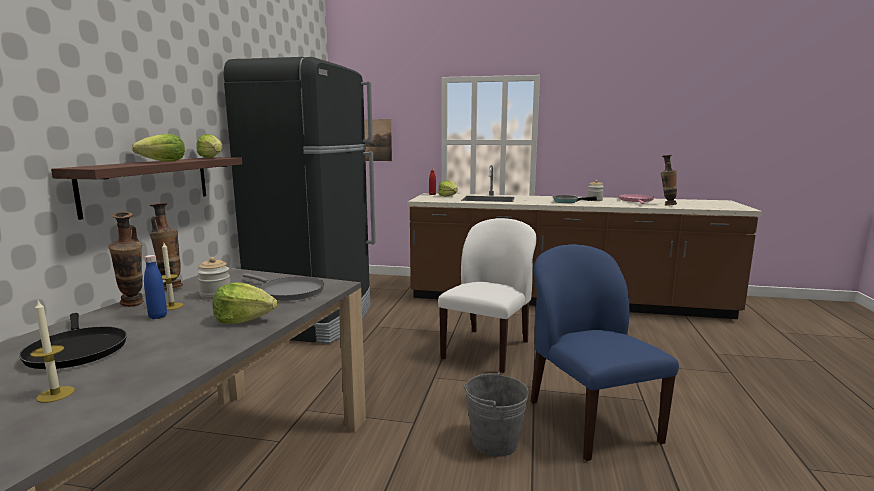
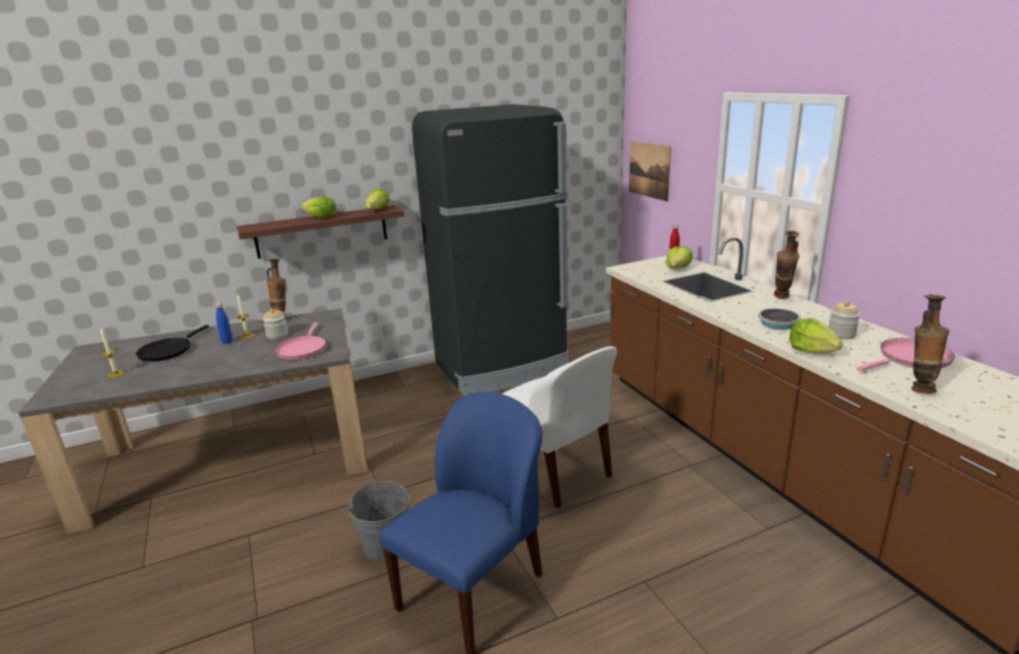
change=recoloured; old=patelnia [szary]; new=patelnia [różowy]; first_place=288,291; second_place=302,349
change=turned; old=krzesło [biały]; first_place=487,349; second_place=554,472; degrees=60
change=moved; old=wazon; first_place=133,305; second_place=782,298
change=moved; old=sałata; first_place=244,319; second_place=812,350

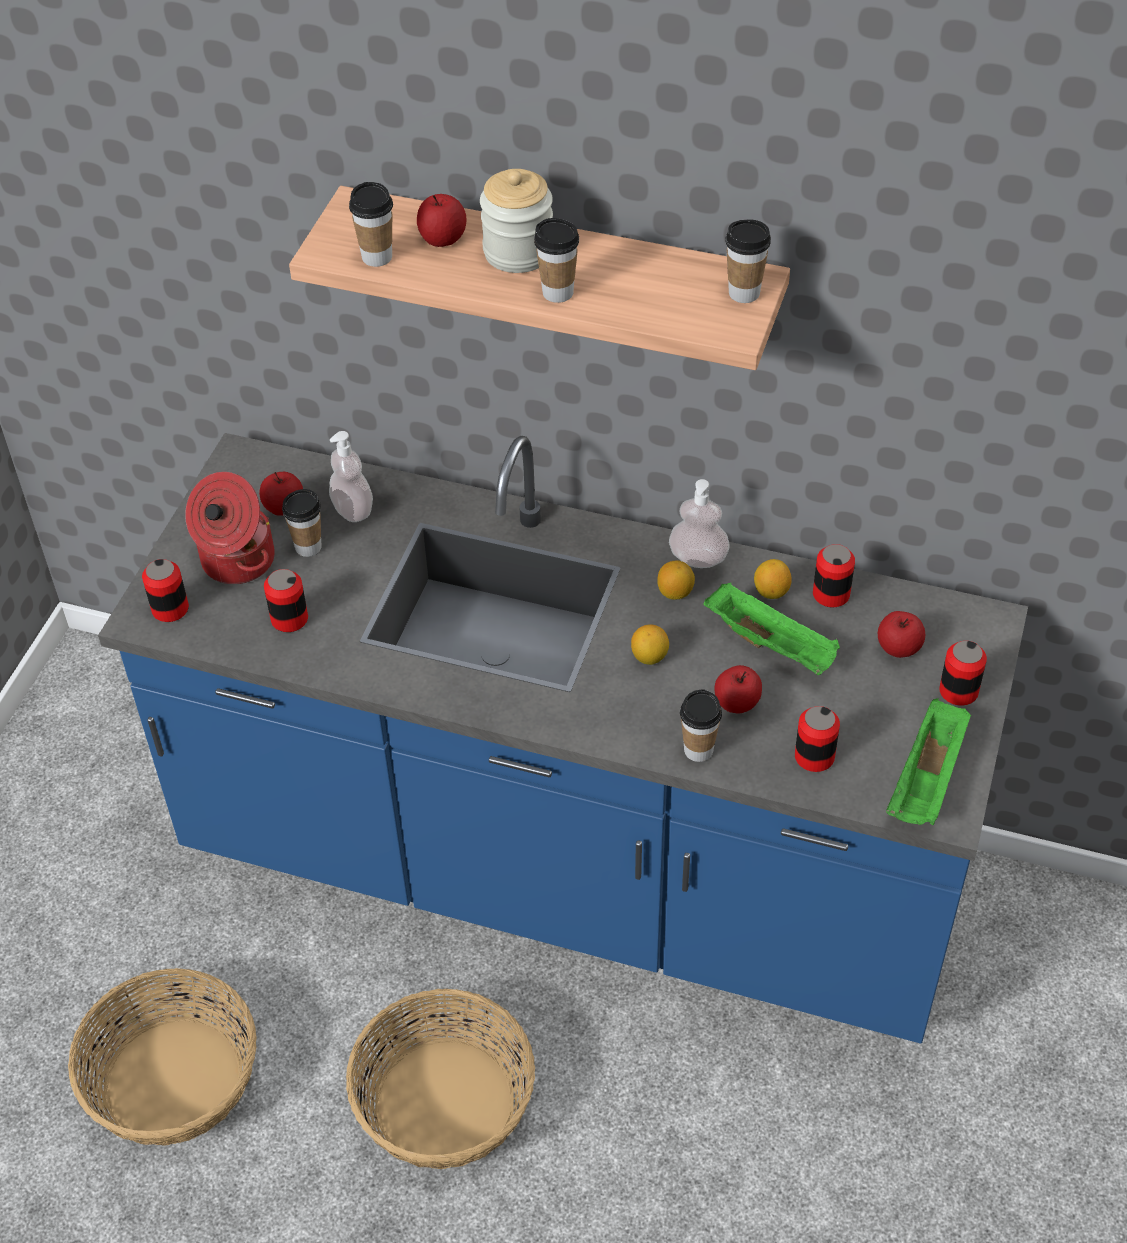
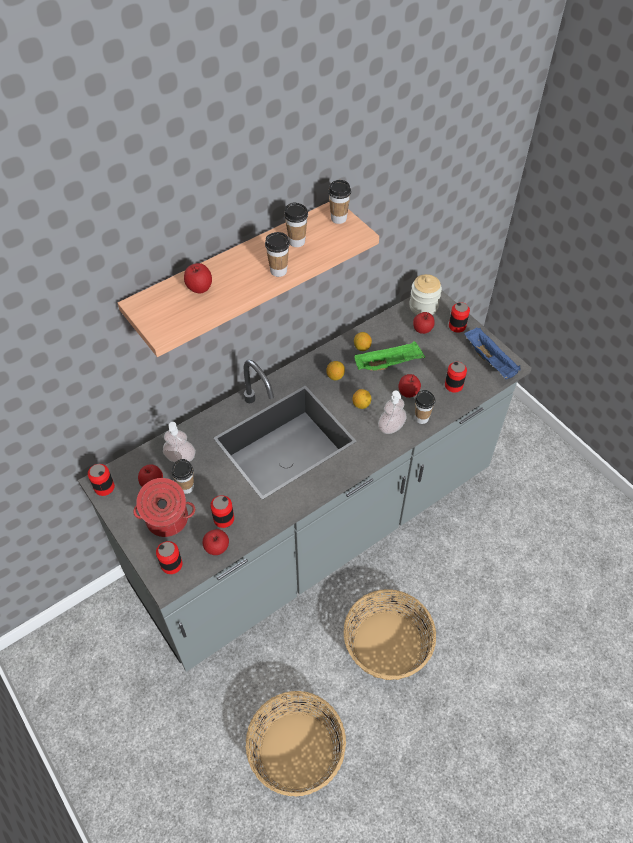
change=recoloured; old=zabudowa kuchenna [niebieski]; new=zabudowa kuchenna [szary]; first_place=570,871; second_place=316,530
change=moved; old=puszka; first_place=831,594; second_place=104,487
change=added; new=jabłko; second_place=217,547
change=moved; old=filiżanka; first_place=377,257; second_place=297,241
change=moved; old=dozownik mydła; first_place=698,558; second_place=391,427
change=moved; old=słoik; first_place=518,252; second_place=423,306
change=recoloured; old=taca [zielony]; new=taca [niebieski]; first_place=927,781; second_place=490,361

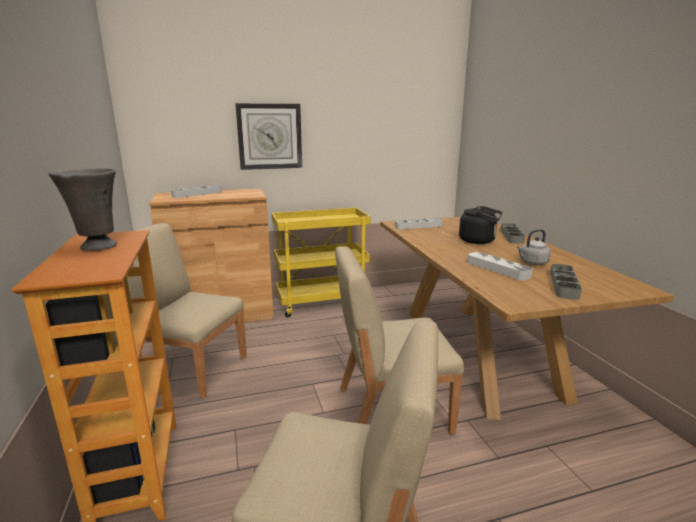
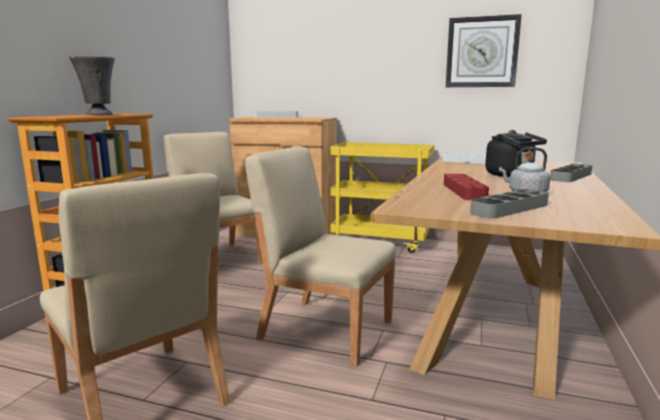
change=recoloured; old=taca [szary]; new=taca [czerwony]; first_place=497,269; second_place=464,191
change=moved; old=zegar ścienny; first_place=269,136; second_place=482,52

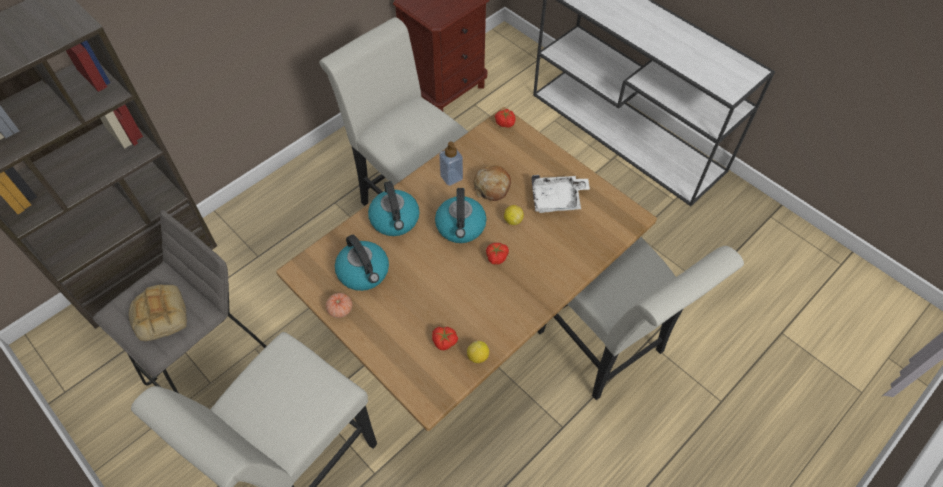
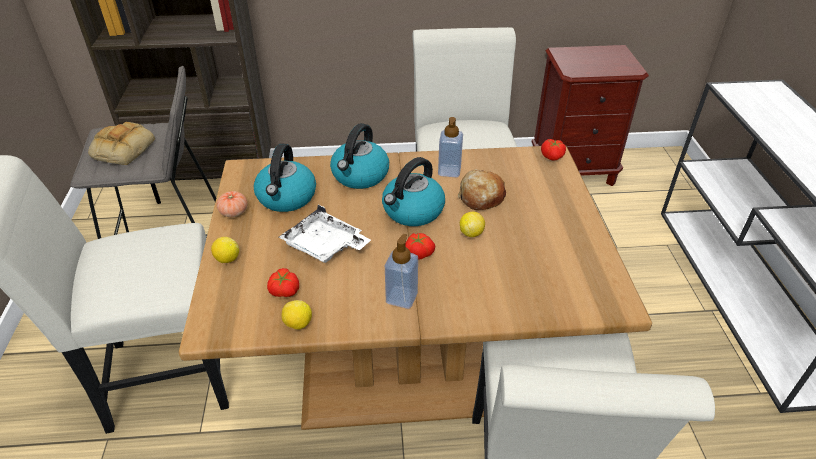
change=added; new=cytryna; second_place=227,259
change=moved; old=taca [biały]; first_place=557,199; second_place=325,246
change=added; new=dozownik mydła; second_place=401,297

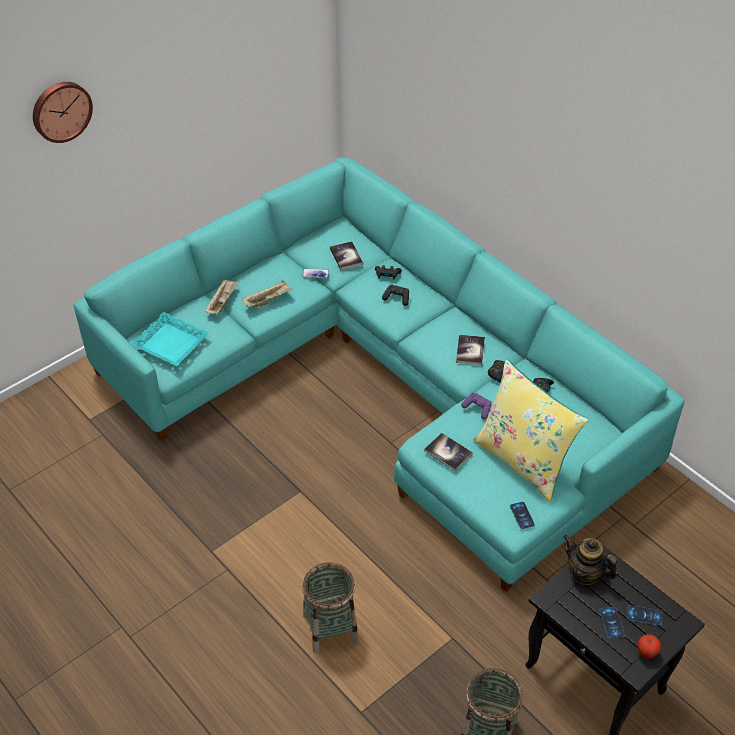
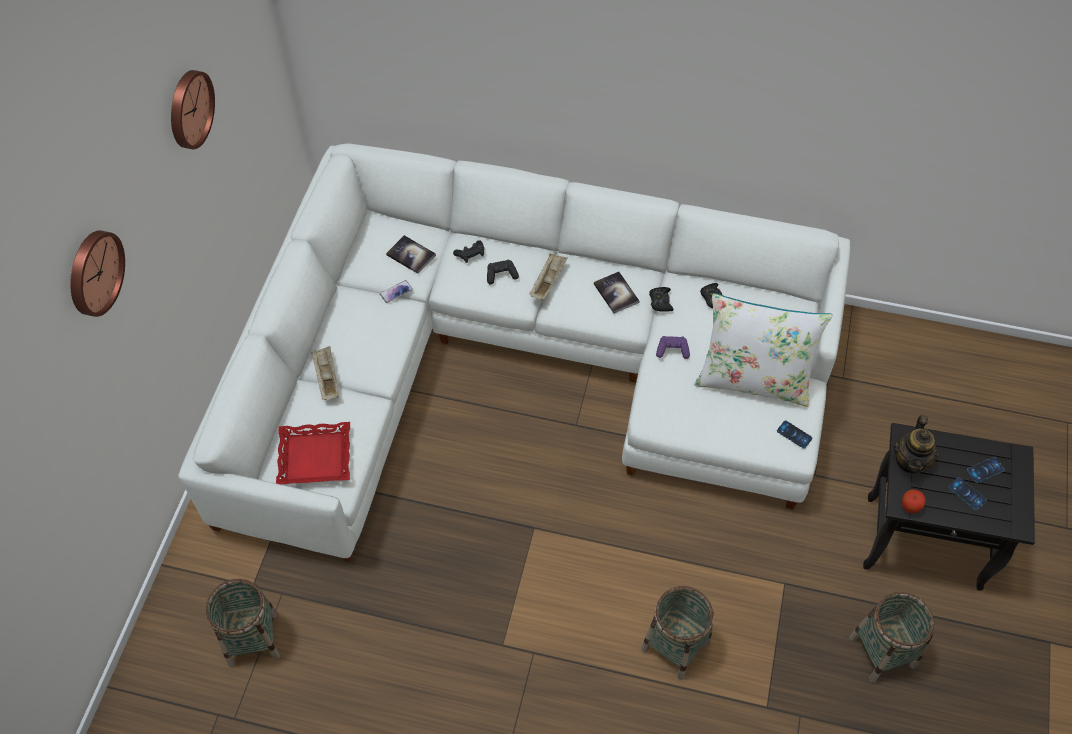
change=added; new=zegar ścienny; second_place=188,109
change=recoloured; old=kanapa [turkusowy]; new=kanapa [biały]; first_place=385,382; second_place=519,364
change=added; new=koszyk; second_place=253,639
change=recoloured; old=taca [turkusowy]; new=taca [czerwony]; first_place=170,344; second_place=314,458
change=moved; old=taca [beżowy]; first_place=268,300; second_place=548,282
change=recoloured; old=poduszka [żółty]; new=poduszka [biały]; first_place=523,461; second_place=753,379
change=turned; old=imbryk; first_place=585,573; second_place=910,461; degrees=-75
change=moved; old=jabłko; first_place=646,653; second_place=909,507
change=removed; old=książka; first_place=448,452

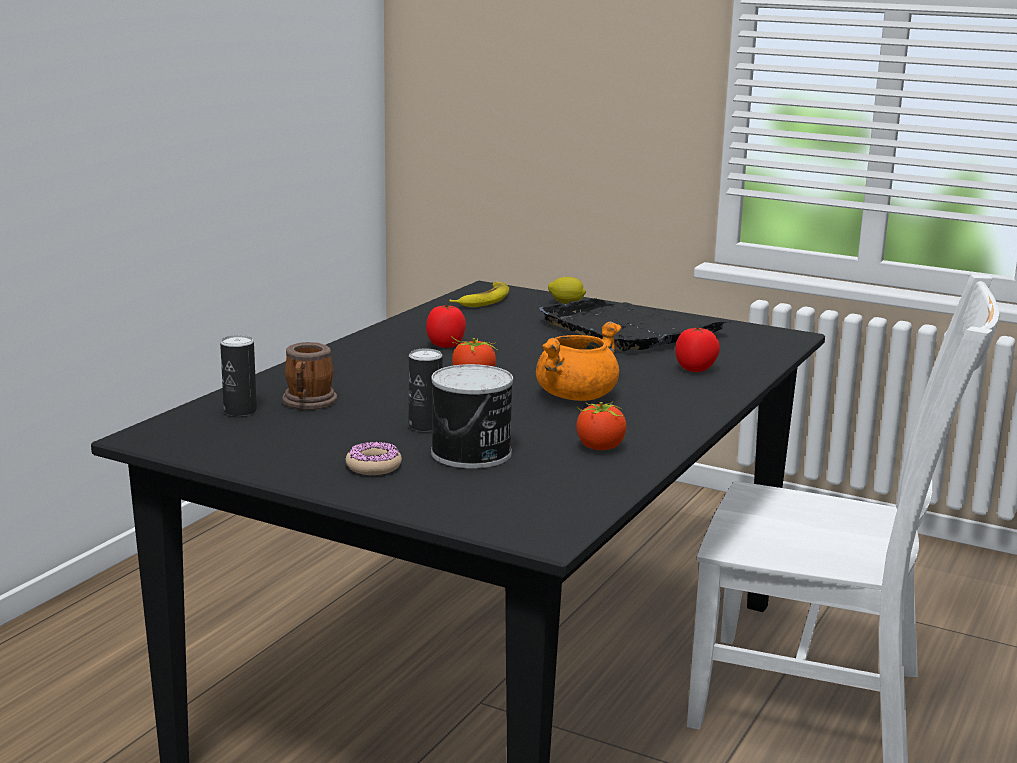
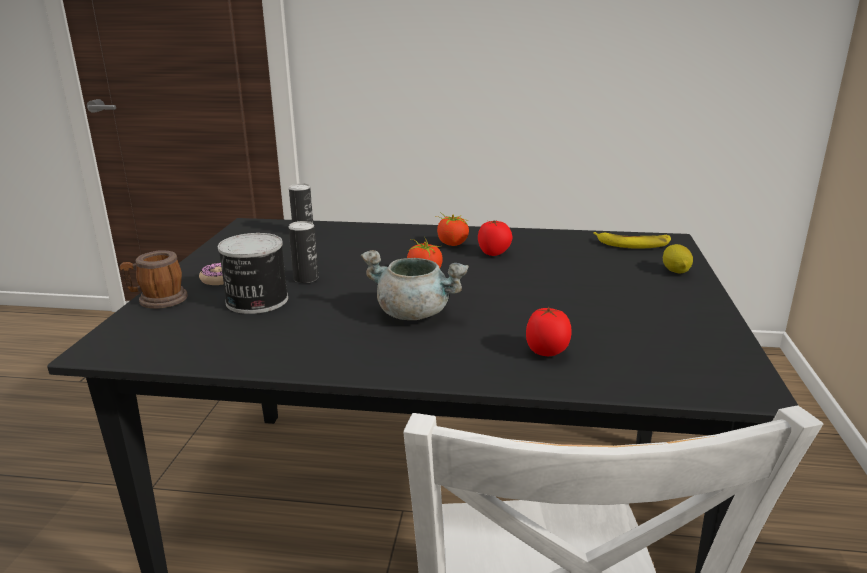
change=moved; old=kubek; first_place=308,403; second_place=157,300
change=recoloured; old=garnek [pomarańczowy]; new=garnek [szary]; first_place=576,395; second_place=415,313
change=moved; old=pomidor; first_place=600,447; second_place=452,244
change=removed; old=taca [czarny]; first_place=629,330

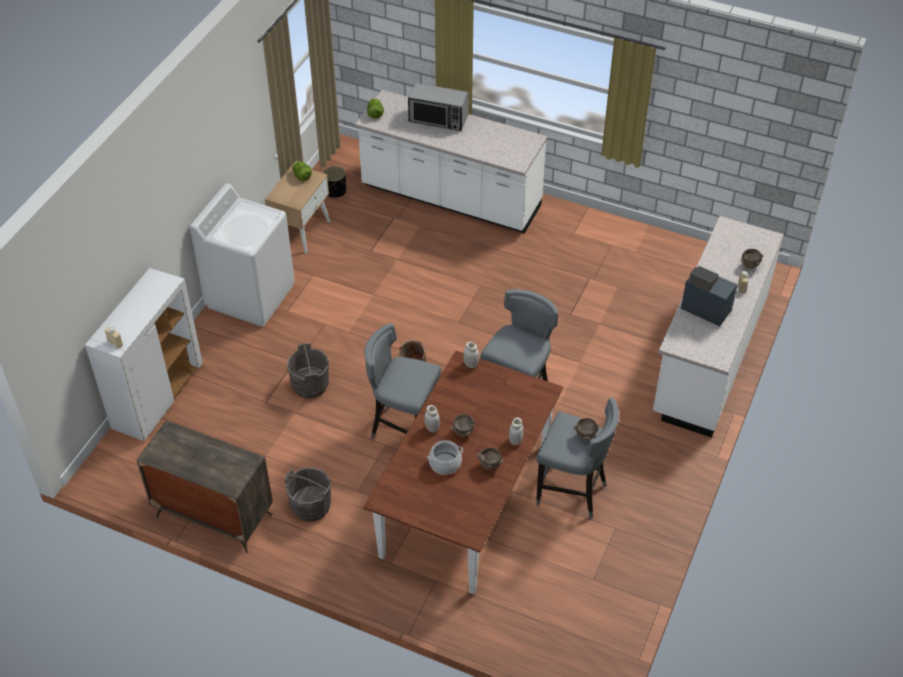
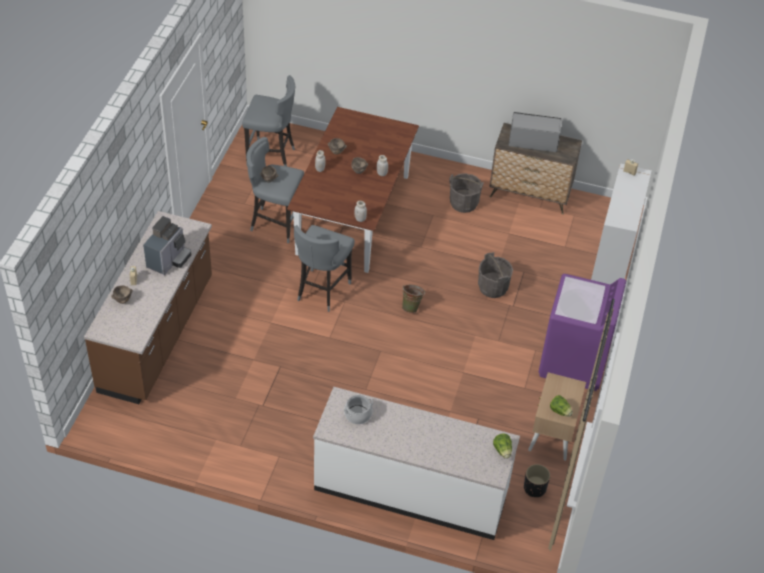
change=recoloured; old=zabudowa kuchenna [biały]; new=zabudowa kuchenna [brązowy]; first_place=708,357; second_place=157,335
change=turned; old=ekspres do kawy; first_place=705,308; second_place=169,260; degrees=-90
change=moved; old=stołek [szary]; first_place=404,429; second_place=271,156
change=moved; old=garnek; first_place=445,463; second_place=358,415
change=moved; old=mikrofalówka; first_place=438,119; second_place=533,142
change=recoloured; old=pralka [biały]; new=pralka [fioletowy]; first_place=250,295; second_place=573,362

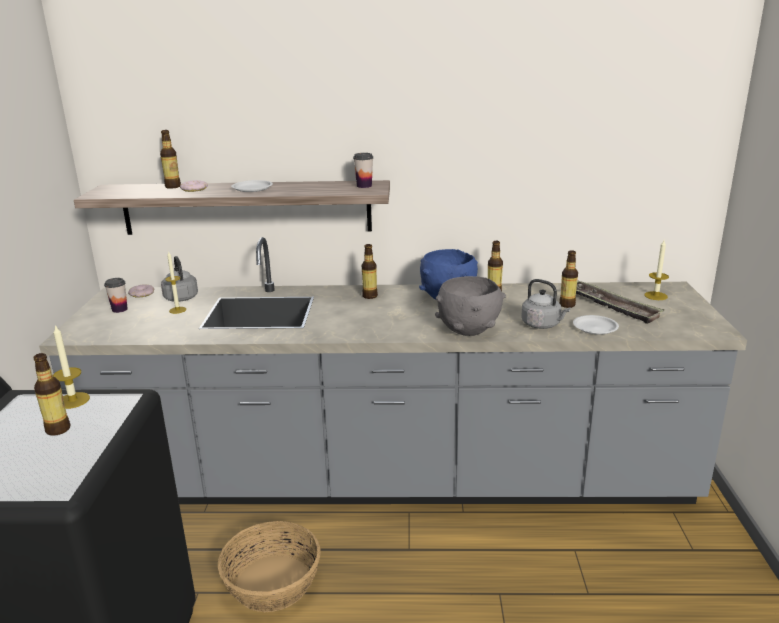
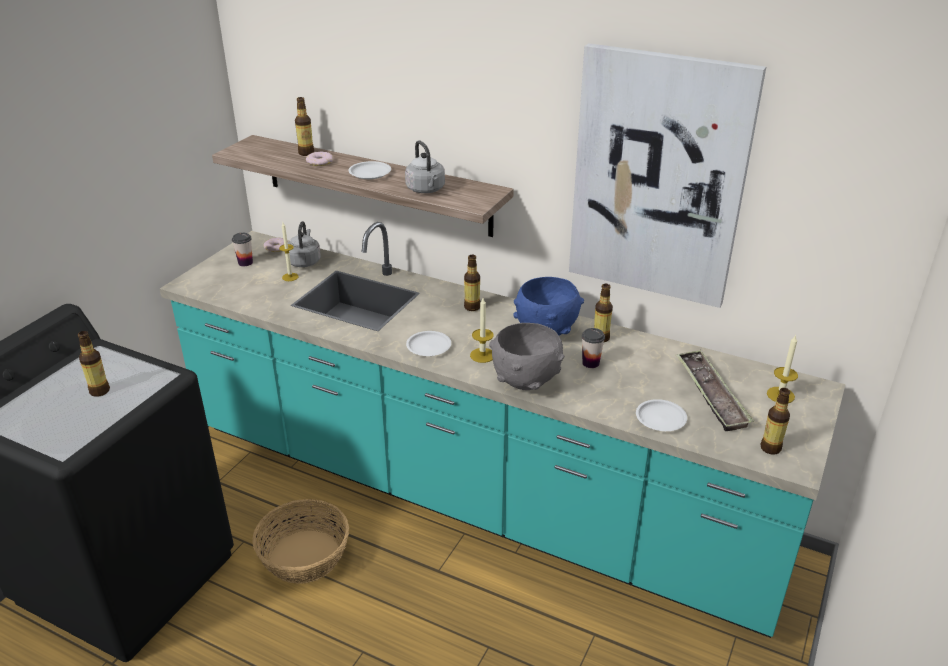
change=recoloured; old=zabudowa kuchenna [szary]; new=zabudowa kuchenna [turkusowy]; first_place=393,478; second_place=474,493
change=moved; old=czajnik [szary]; first_place=542,325; second_place=426,190
change=added; new=talerz [biały]; second_place=428,347
change=moved; old=świeca; first_place=73,400; second_place=482,355
change=added; new=obraz; second_place=658,178
change=moved; old=filiżanka; first_place=364,186; second_place=590,363
change=moved; old=butelka; first_place=567,305; second_place=770,448

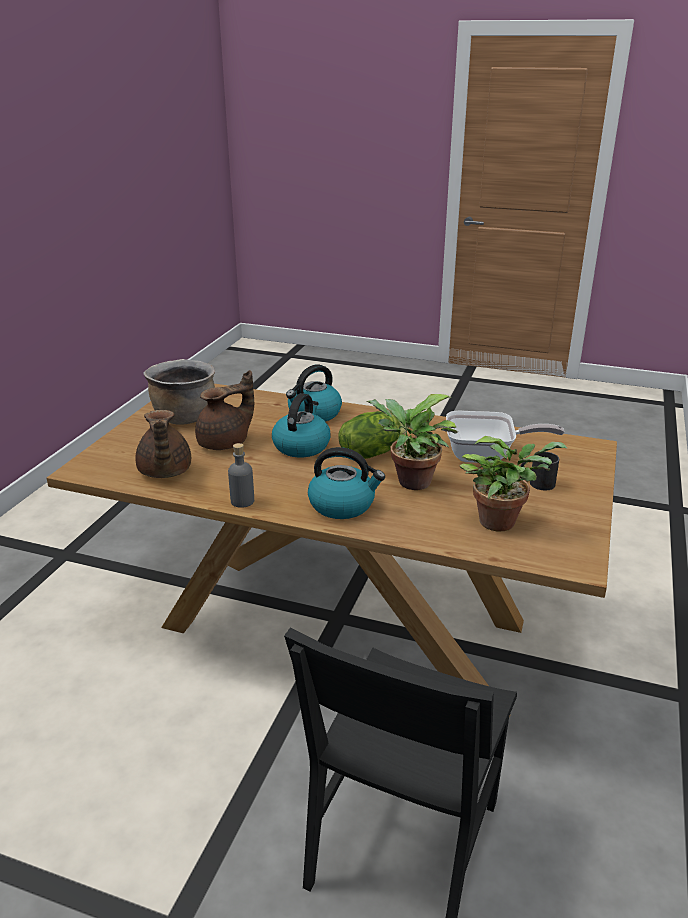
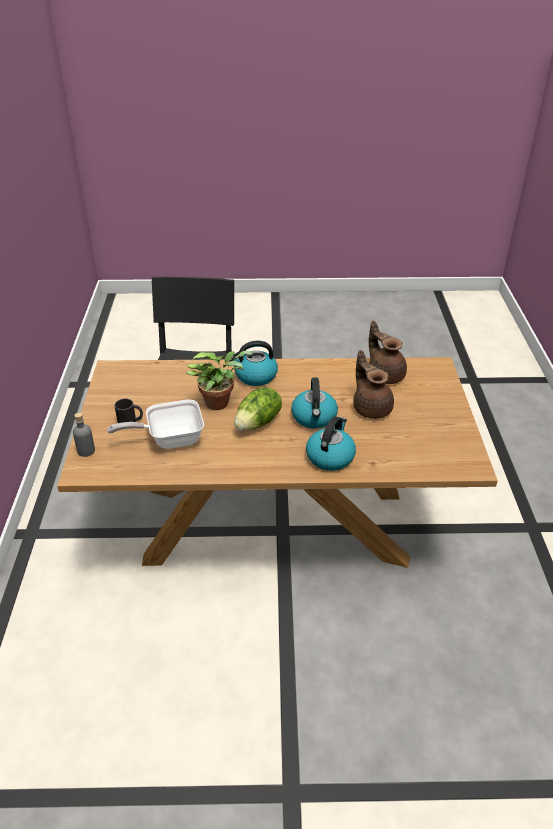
change=moved; old=butelka [szary]; first_place=242,501; second_place=86,451
change=turned; old=imbryk [brązowy]; first_place=226,443; second_place=371,408; degrees=120
change=removed; old=garnek [brązowy]; first_place=184,417
change=removed; old=roślina doniczkowa; first_place=501,521

